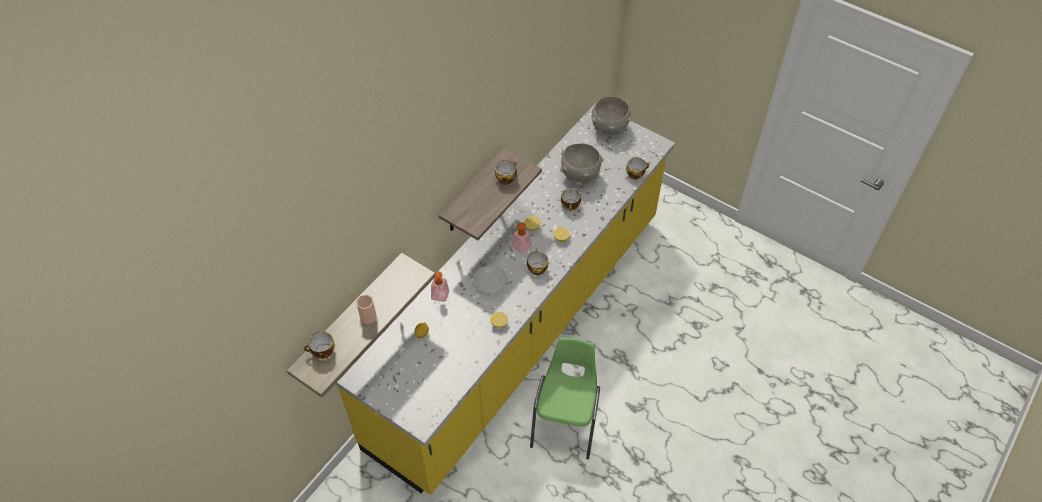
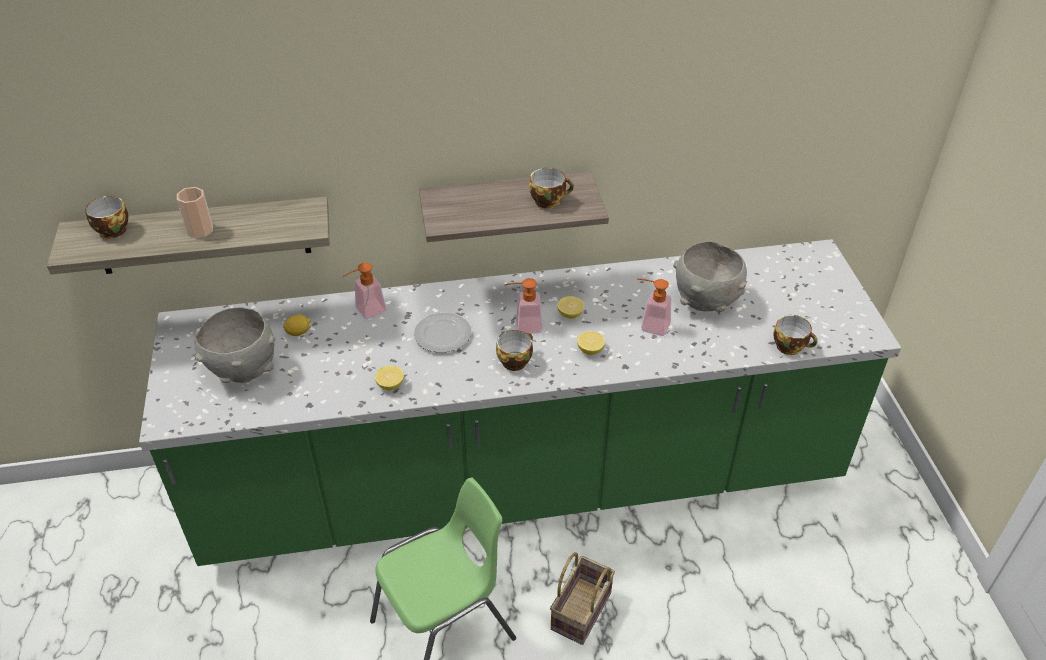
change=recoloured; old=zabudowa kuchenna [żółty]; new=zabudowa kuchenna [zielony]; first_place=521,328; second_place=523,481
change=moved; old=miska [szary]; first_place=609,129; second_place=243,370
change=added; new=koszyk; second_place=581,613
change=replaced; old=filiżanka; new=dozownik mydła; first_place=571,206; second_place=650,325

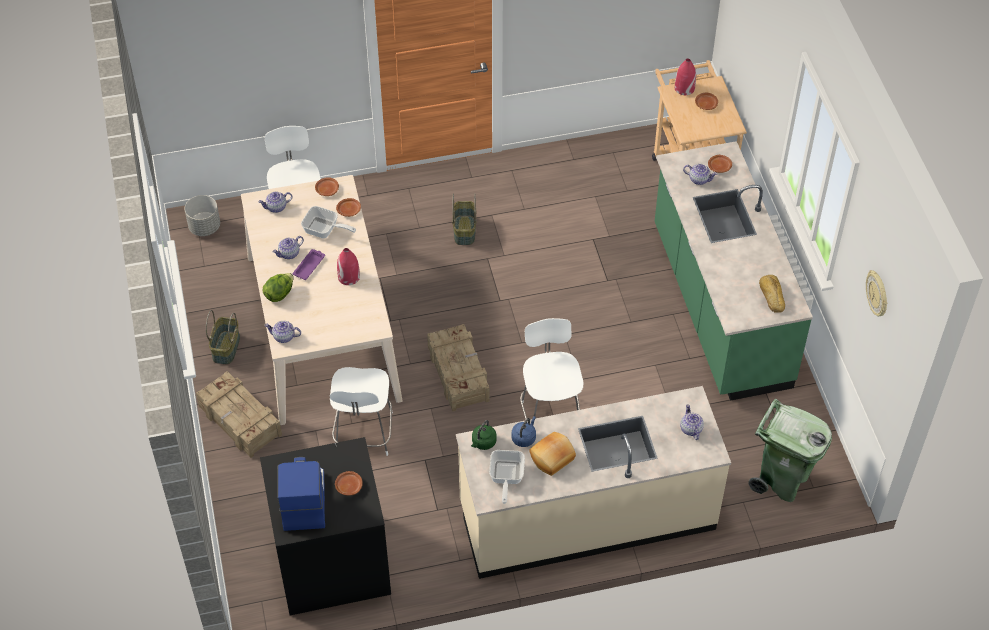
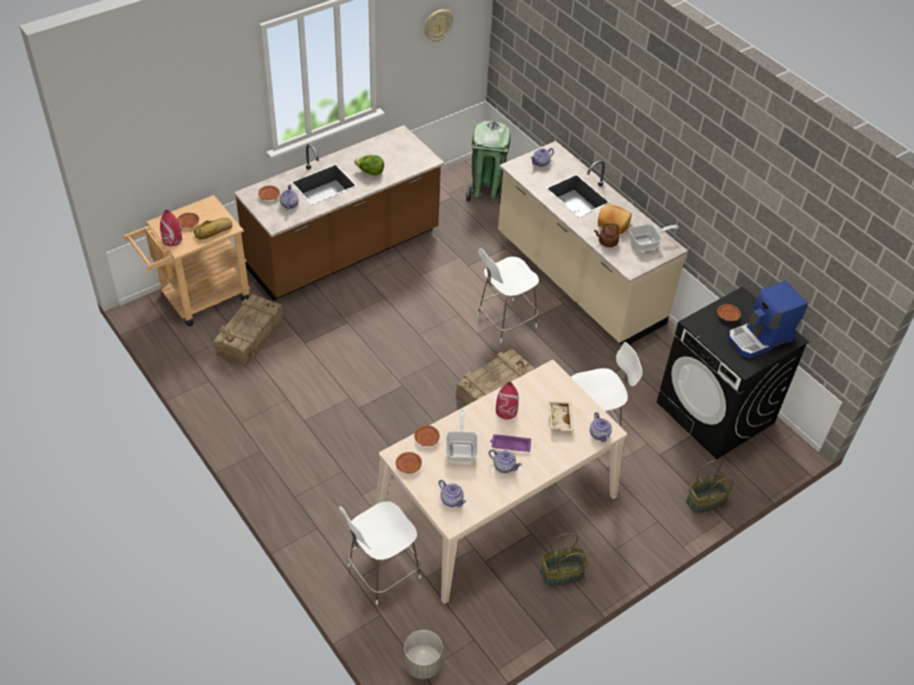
change=moved; old=chleb; first_place=771,296; second_place=214,231
change=moved; old=skrzynka; first_place=240,421; second_place=251,336
change=recoloured; old=zabudowa kuchenna [zielony]; new=zabudowa kuchenna [brązowy]; first_place=719,307; second_place=344,252
change=moved; old=sałata; first_place=279,294; second_place=370,172
change=added; new=taca [beżowy]; second_place=559,419
change=recoloured; old=czajnik [niebieski]; new=czajnik [brązowy]; first_place=524,437; second_place=606,242
change=moved; old=koszyk; first_place=464,230; second_place=706,502
change=removed; old=czajnik [zielony]; first_place=483,443

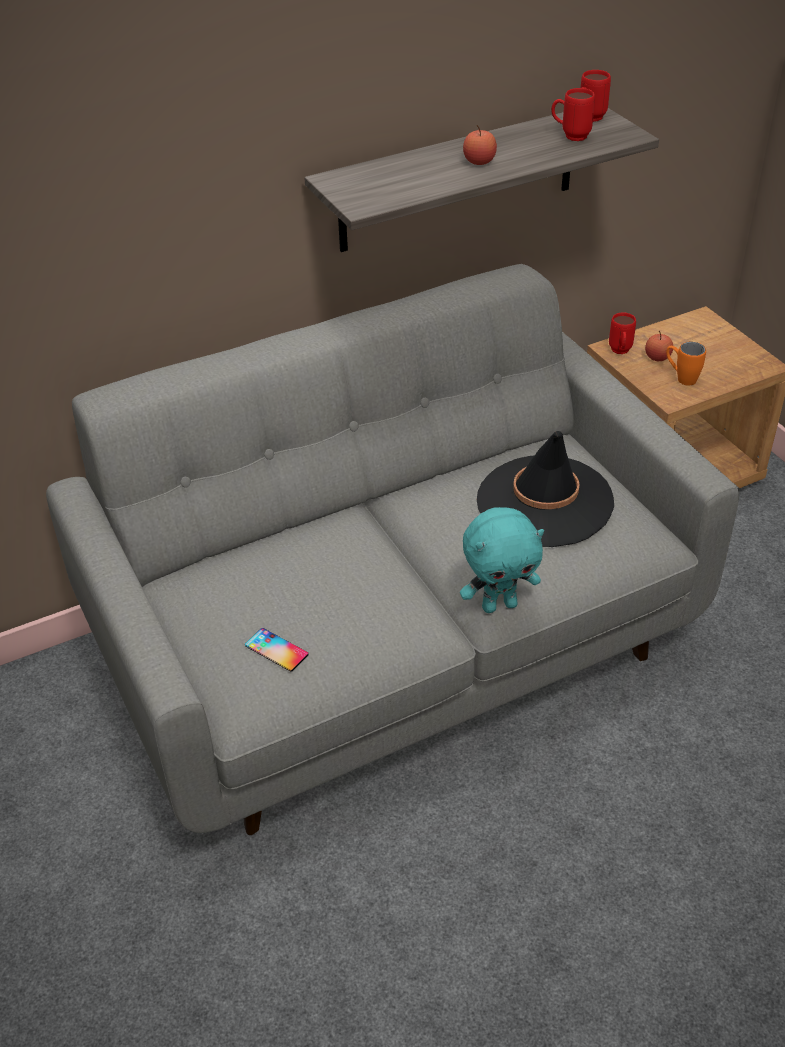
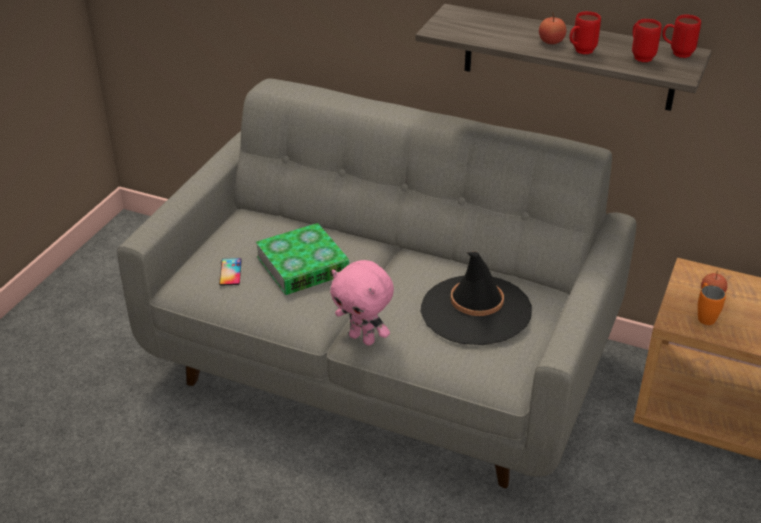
change=added; new=książka; second_place=302,265
change=recoloured; old=pluszak [turkusowy]; new=pluszak [różowy]; first_place=499,605; second_place=363,338
change=moved; old=kubek [czerwony]; first_place=620,352; second_place=580,52

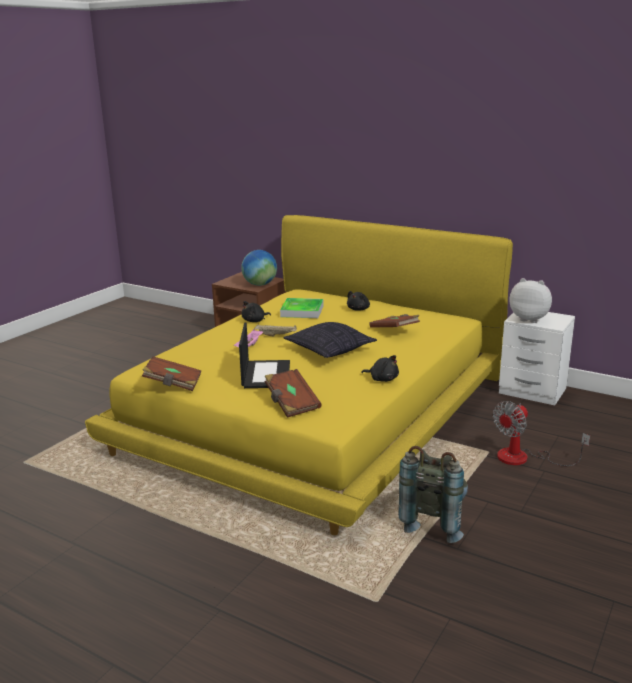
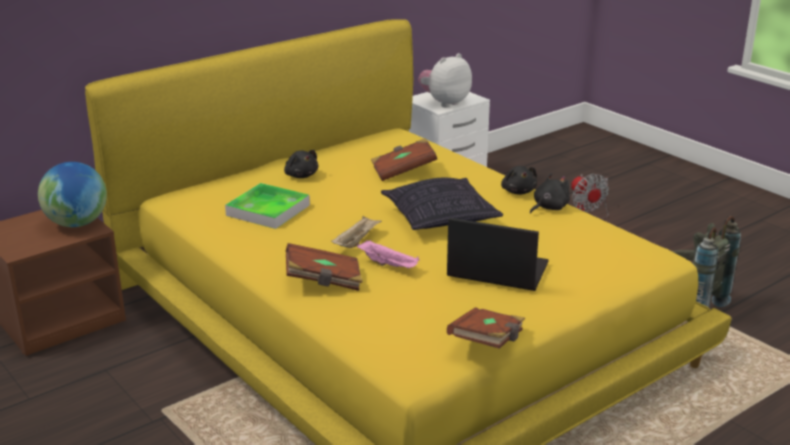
change=moved; old=książka [brązowy]; first_place=291,403; second_place=323,281
change=moved; old=pluszak [czarny]; first_place=255,321; second_place=518,191

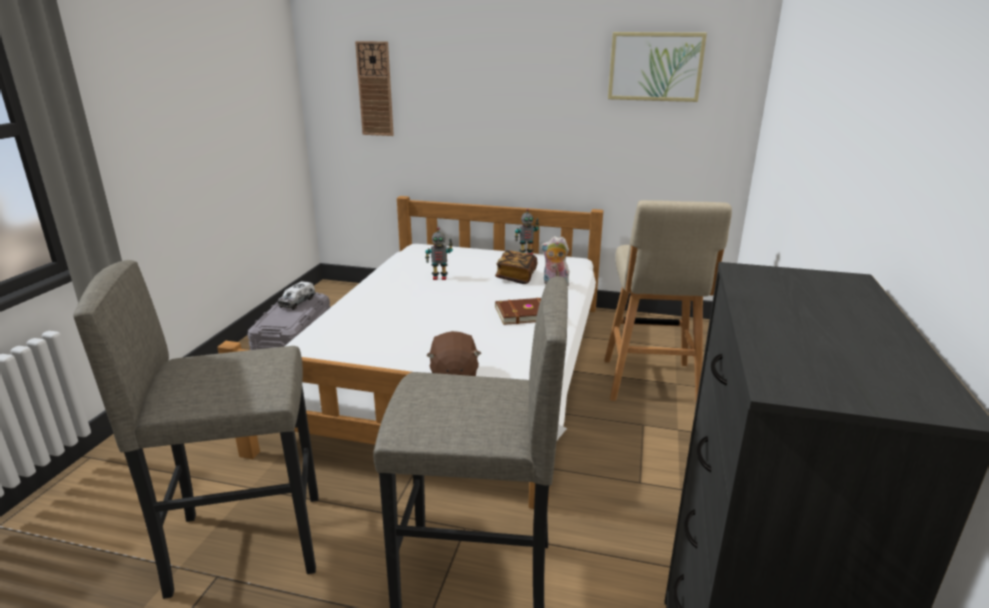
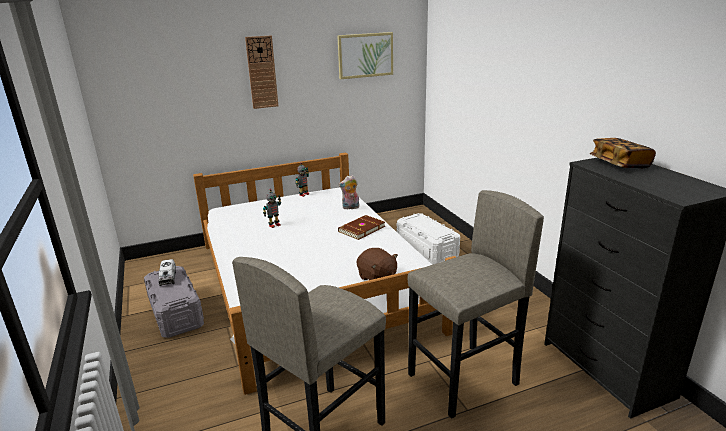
change=moved; old=zegar ścienny; first_place=375,89; second_place=262,72
change=replaced; old=stołek [beżowy]; new=pojemnik do przechowywania [biały]; first_place=650,383; second_place=426,251
change=moved; old=książka; first_place=516,276; second_place=619,164

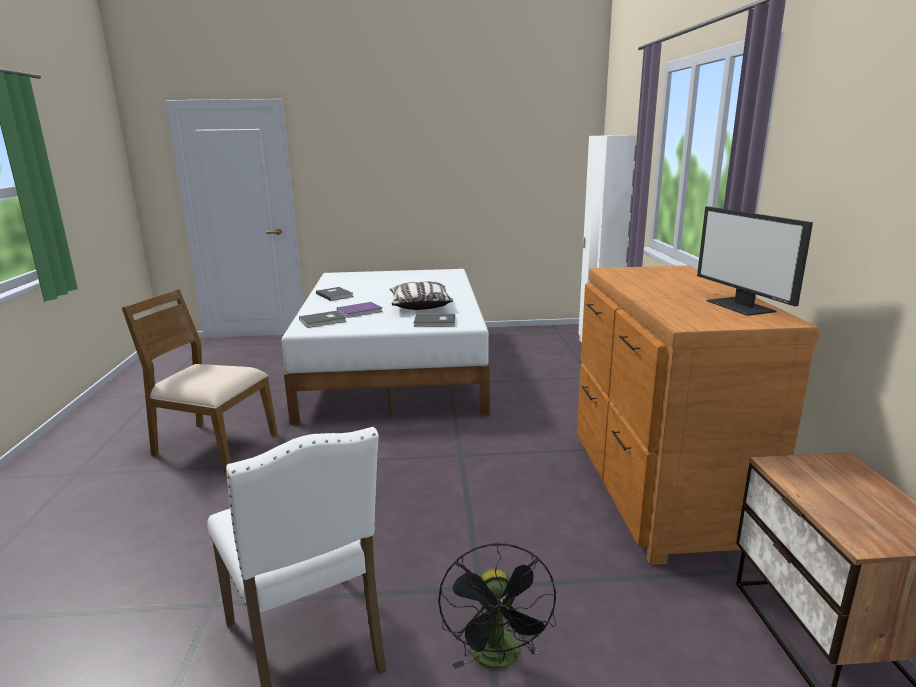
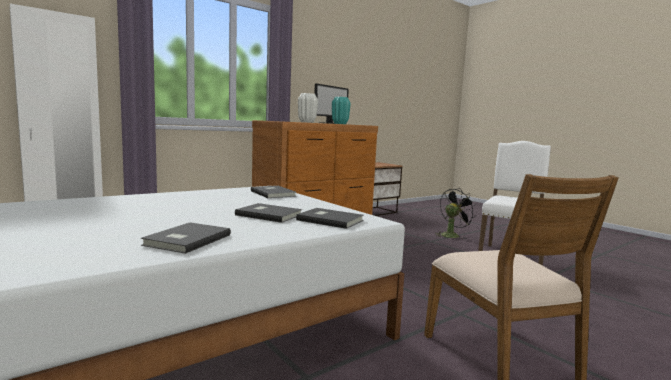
change=recoloured; old=książka [fioletowy]; new=książka [szary]; first_place=360,311; second_place=269,214
change=added; new=wazon [biały]; second_place=307,122
change=added; new=wazon [turkusowy]; second_place=340,123
change=removed; old=poduszka; first_place=420,305

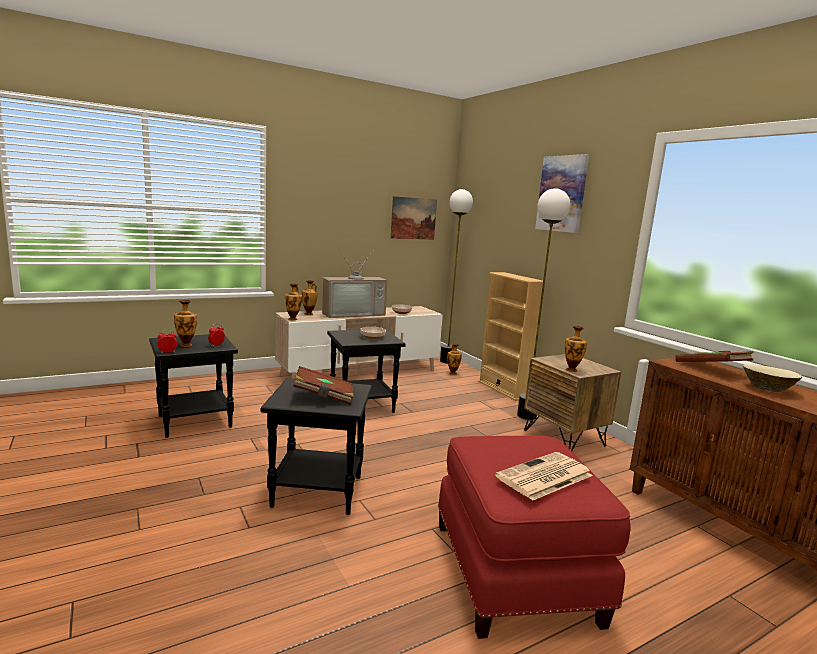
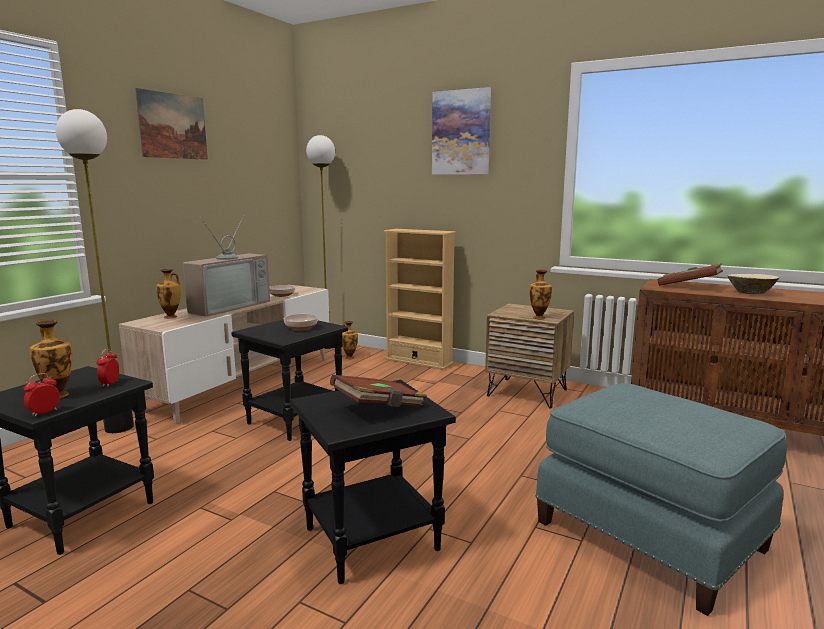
change=moved; old=lampa stojąca; first_place=526,415; second_place=118,427
change=moved; old=obraz; first_place=413,218; second_place=173,126
change=recoloured; old=pufa [czerwony]; new=pufa [niebieski]; first_place=516,571; second_place=651,534
change=removed; old=wazon; first_place=293,319
change=removed; old=gazeta; first_place=544,477

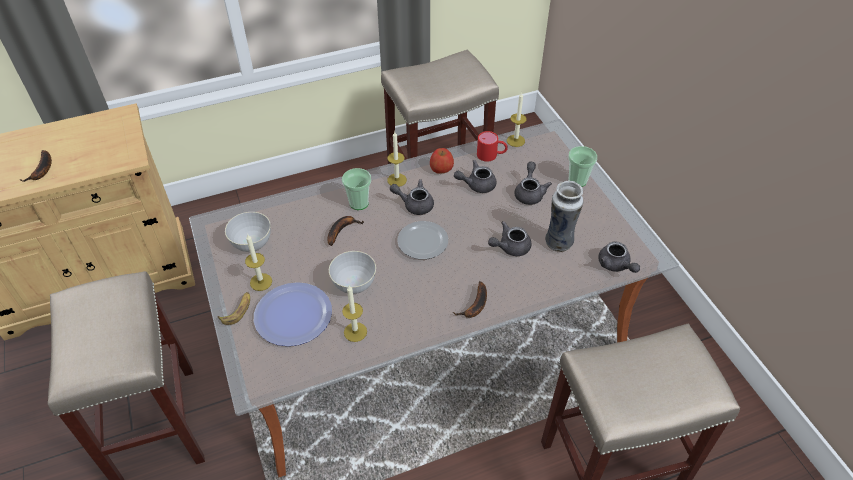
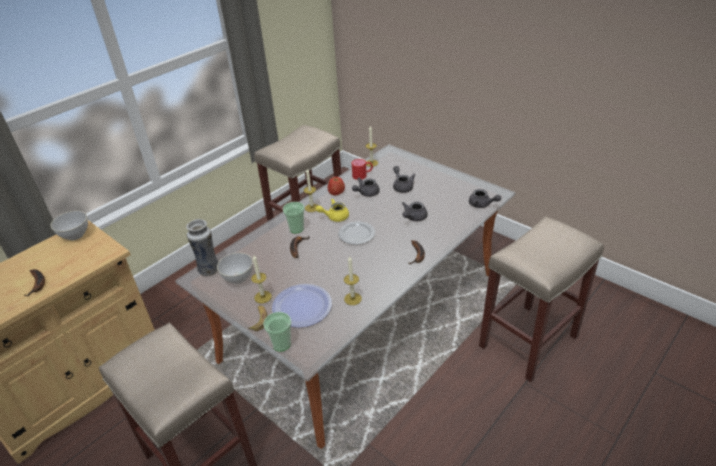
change=moved; old=miska [szary]; first_place=354,285; second_place=75,235
change=moved; old=wazon; first_place=559,242; second_place=209,269
change=moved; old=filiżanka; first_place=577,180; second_place=281,344
change=recoloured; old=imbryk [szary]; new=imbryk [żółty]; first_place=414,204; second_place=334,217

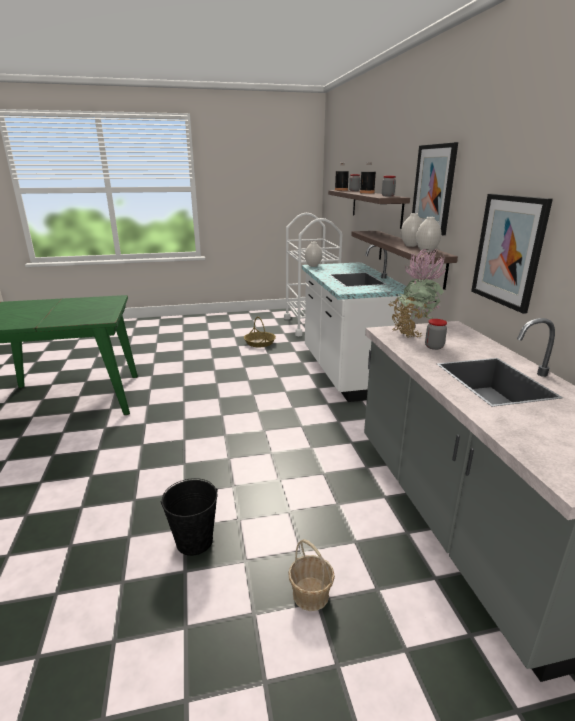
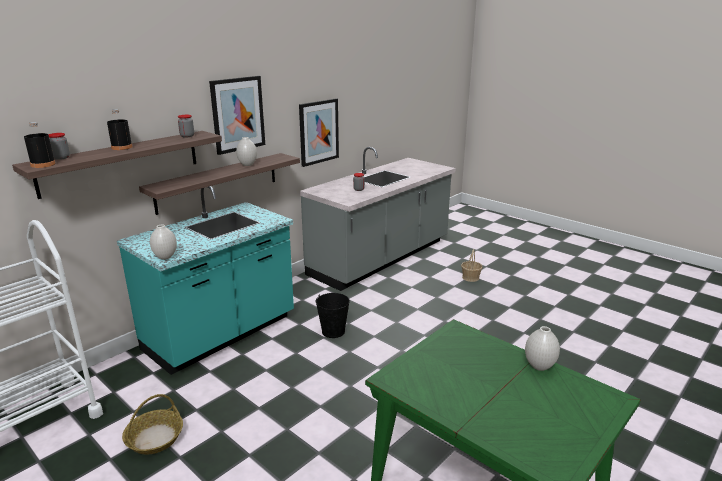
change=recoloured; old=zabudowa kuchenna [biały]; new=zabudowa kuchenna [turkusowy]; first_place=345,372; second_place=221,334
change=moved; old=wiadro [czarny]; first_place=194,541; second_place=333,331
change=moved; old=wazon [biały]; first_place=426,251; second_place=539,366
change=removed; old=roślina doniczkowa; first_place=412,333

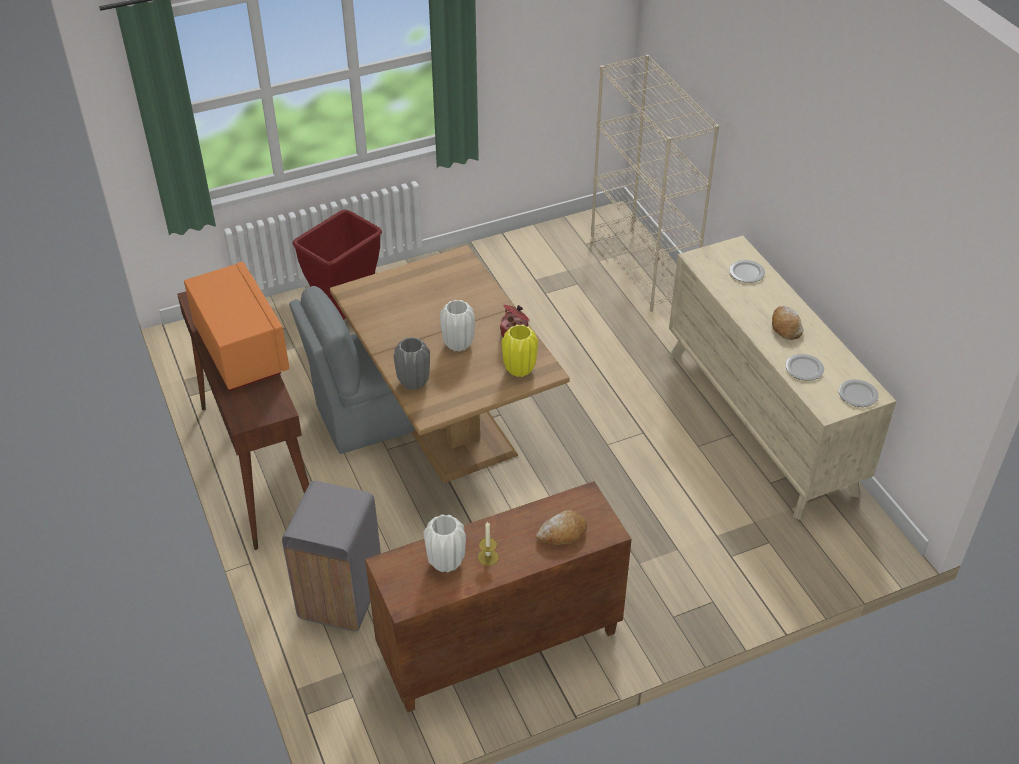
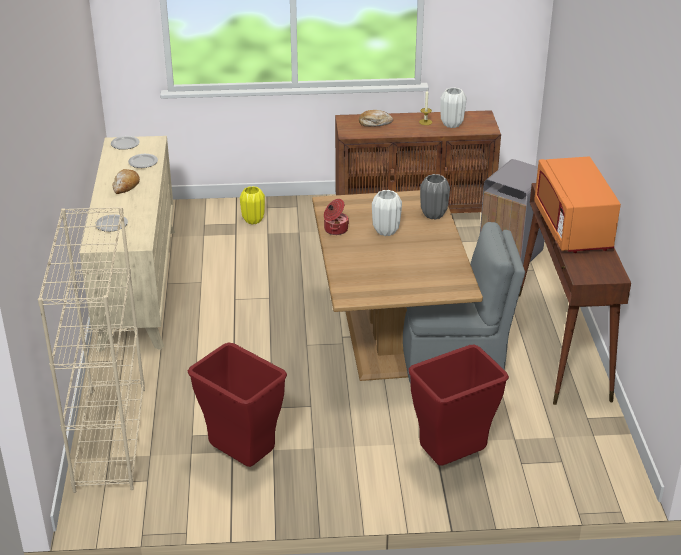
change=added; new=kosz na śmieci [czerwony]; second_place=241,459
change=moved; old=wazon [żółty]; first_place=520,369; second_place=253,220

